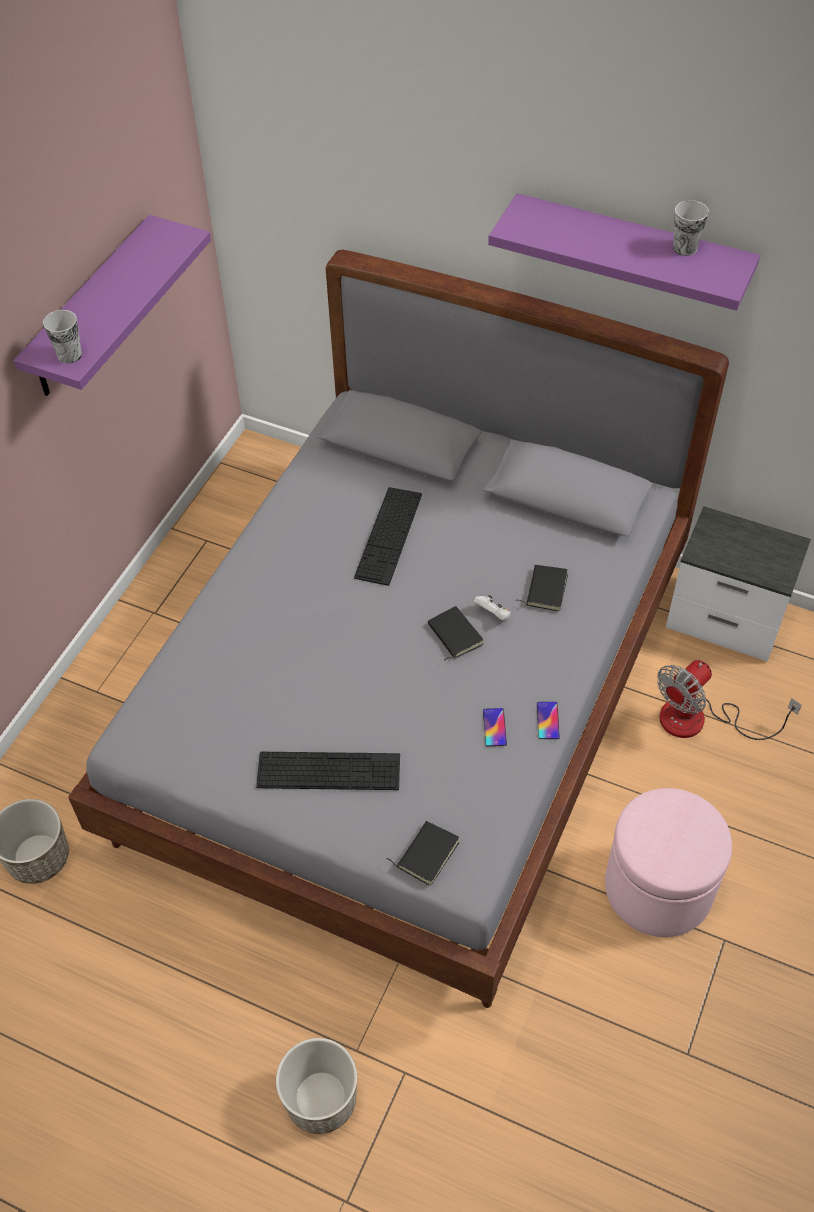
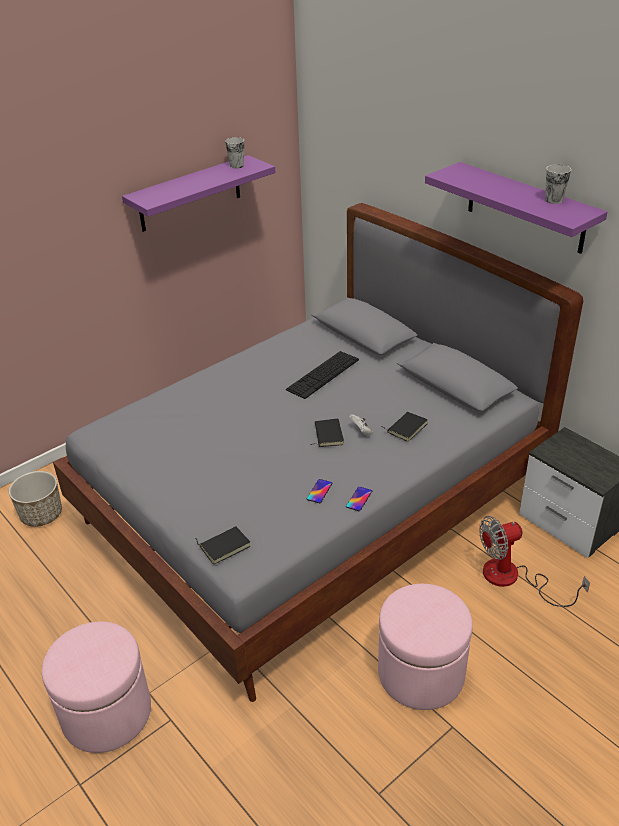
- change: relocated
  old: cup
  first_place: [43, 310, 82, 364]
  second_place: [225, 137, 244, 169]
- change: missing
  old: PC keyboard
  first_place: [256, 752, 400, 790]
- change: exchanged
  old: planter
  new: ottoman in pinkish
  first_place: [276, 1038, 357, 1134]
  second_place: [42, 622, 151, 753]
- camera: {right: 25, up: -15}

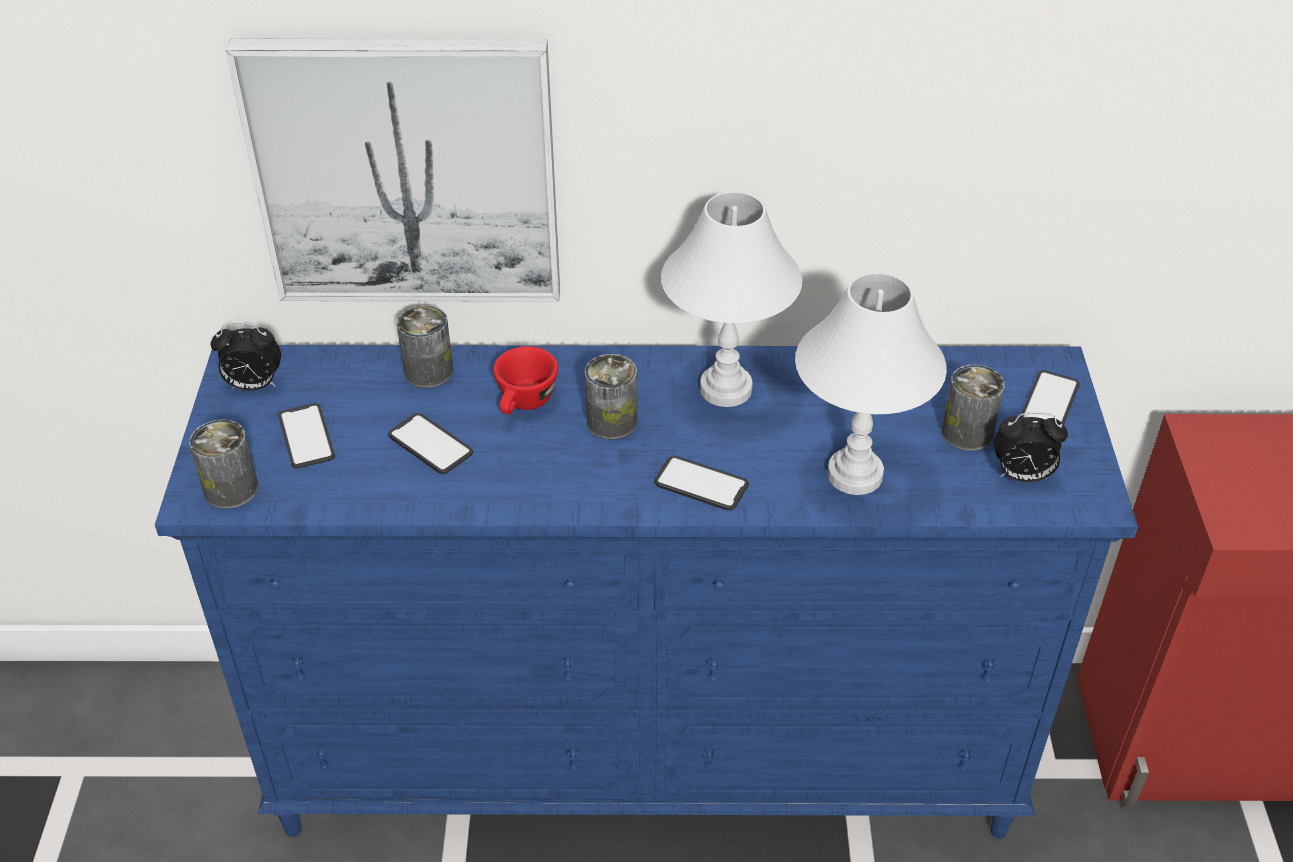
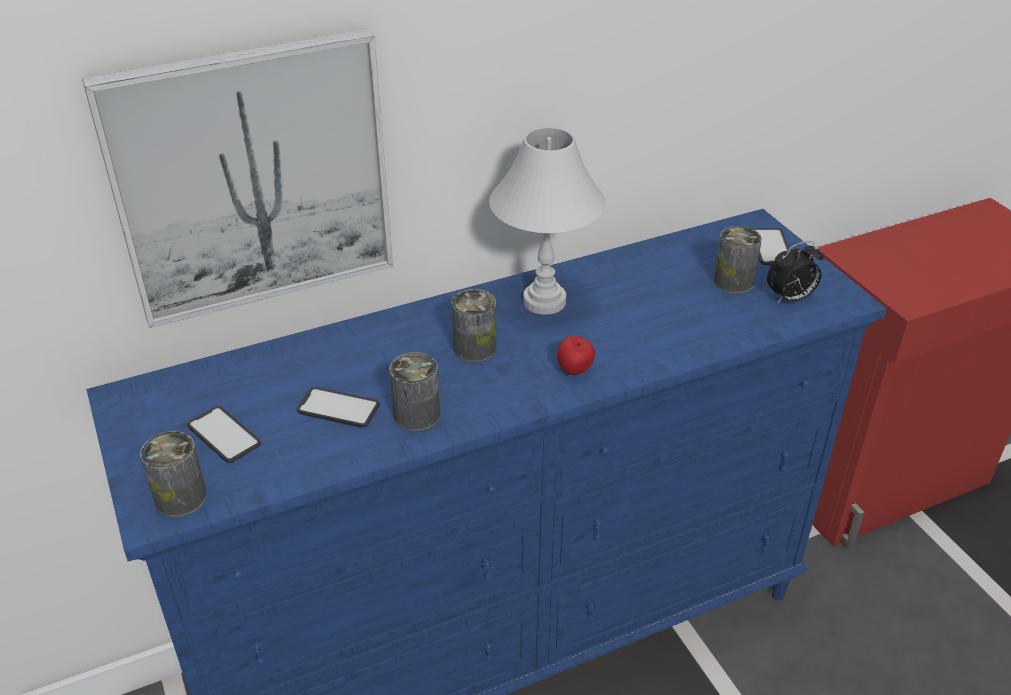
- change: missing
  old: table clock
  first_place: [210, 323, 281, 391]
- change: relocated
  old: sealed can
  first_place: [397, 305, 453, 388]
  second_place: [389, 352, 440, 431]
- change: missing
  old: cup in red-coloured
  first_place: [493, 346, 558, 415]
- change: exchanged
  old: phone
  new: whole apple
  first_place: [654, 456, 749, 510]
  second_place: [557, 336, 595, 375]
- change: missing
  old: table lamp in white-coloured
  first_place: [795, 273, 947, 495]
- camera: {right: -25, up: -5}

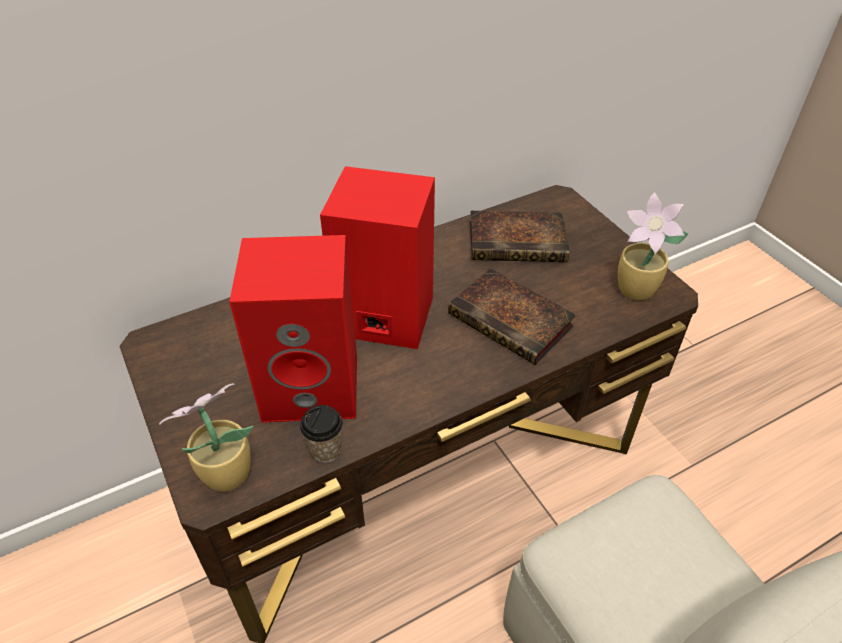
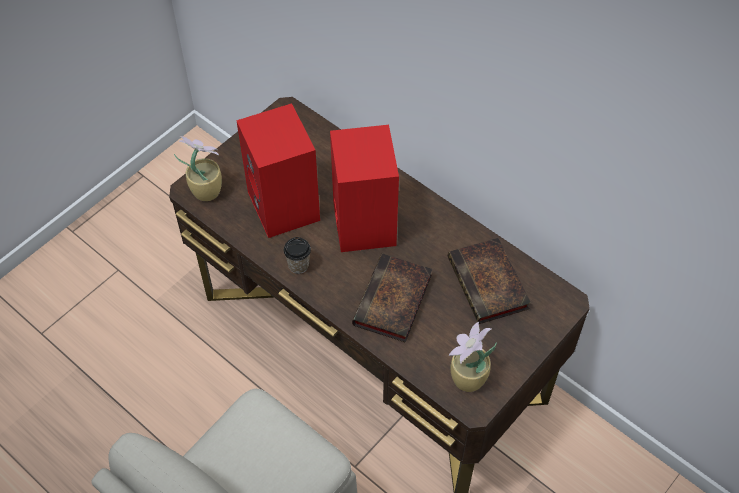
- change: relocated
  old: cup
  first_place: [300, 405, 343, 463]
  second_place: [284, 237, 311, 274]
- camera: {right: 70, up: 10}

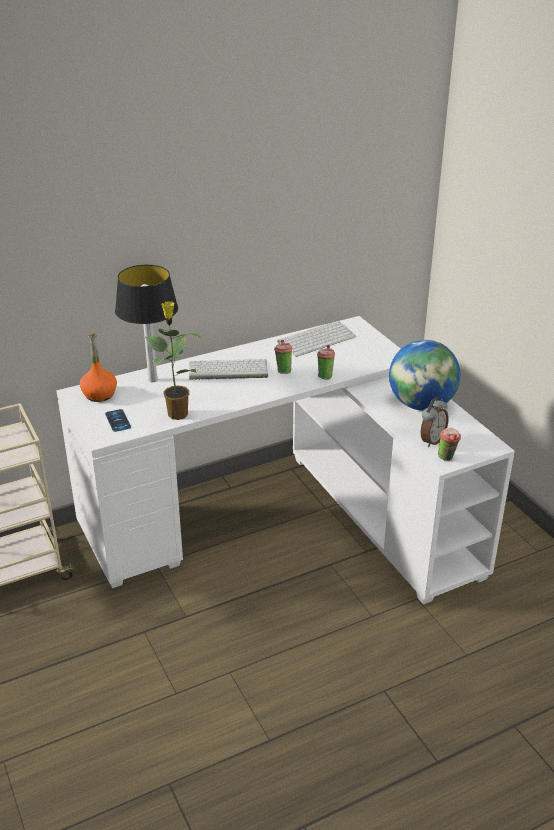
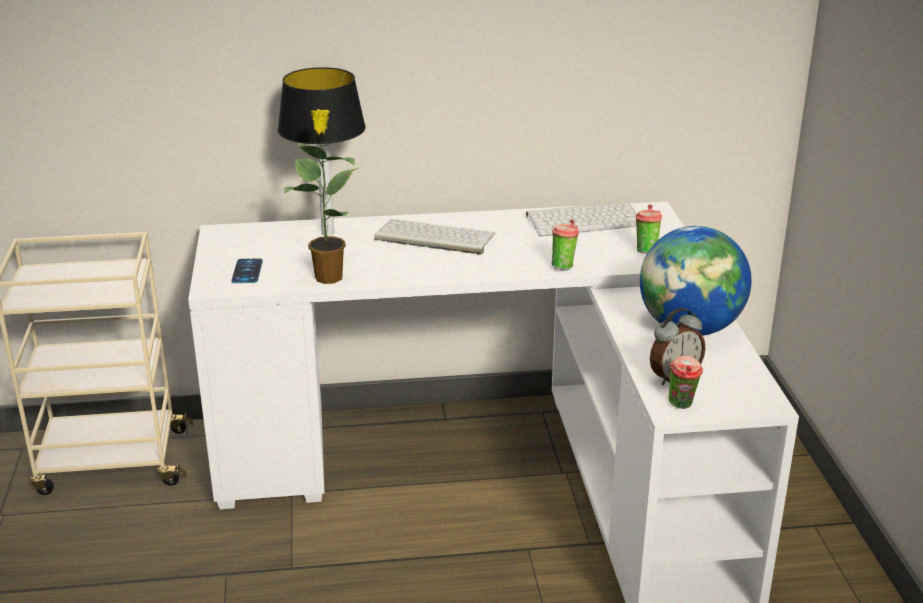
- change: missing
  old: bottle in orangey
  first_place: [80, 332, 117, 402]
- change: relocated
  old: cup
  first_place: [274, 340, 292, 374]
  second_place: [636, 204, 662, 254]
- camera: {right: 20, up: -5}

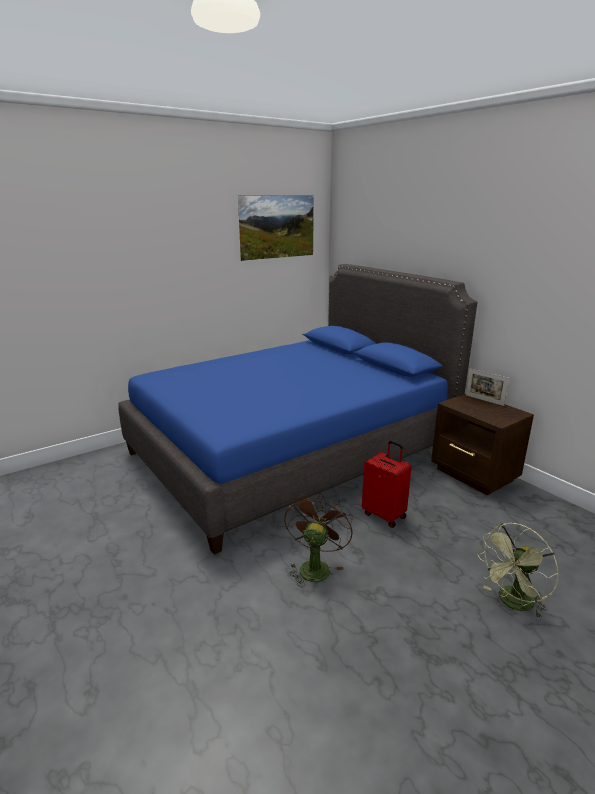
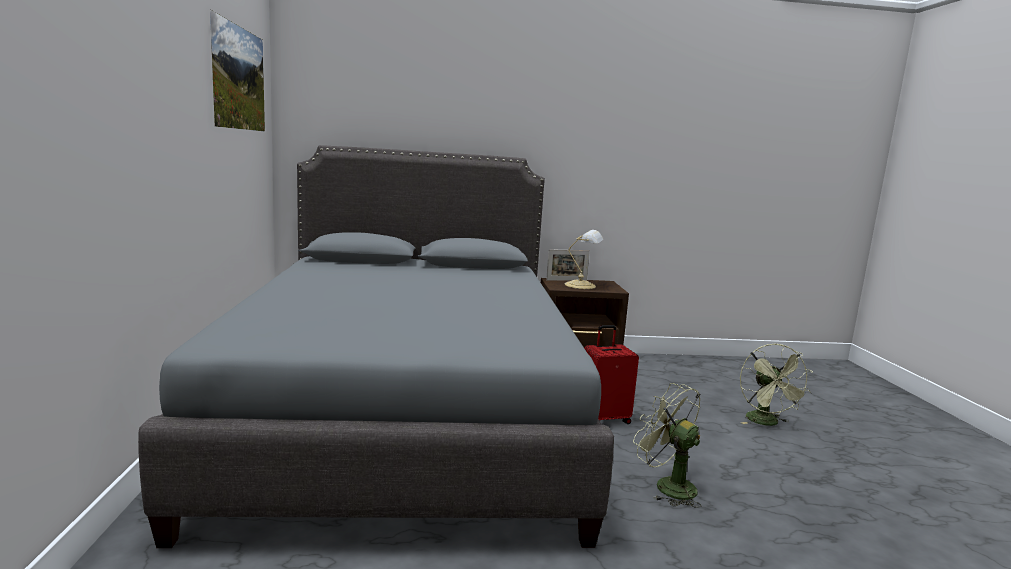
- change: colour
  old: bed in blue
  new: bed in gray
  first_place: [118, 264, 478, 555]
  second_place: [138, 145, 614, 548]
- change: colour
  old: electric fan in brown
  new: electric fan in green
  first_place: [284, 493, 353, 587]
  second_place: [633, 383, 701, 508]
- change: appeared
  new: table lamp
  second_place: [565, 230, 603, 289]
- camera: {right: -60, up: -10}

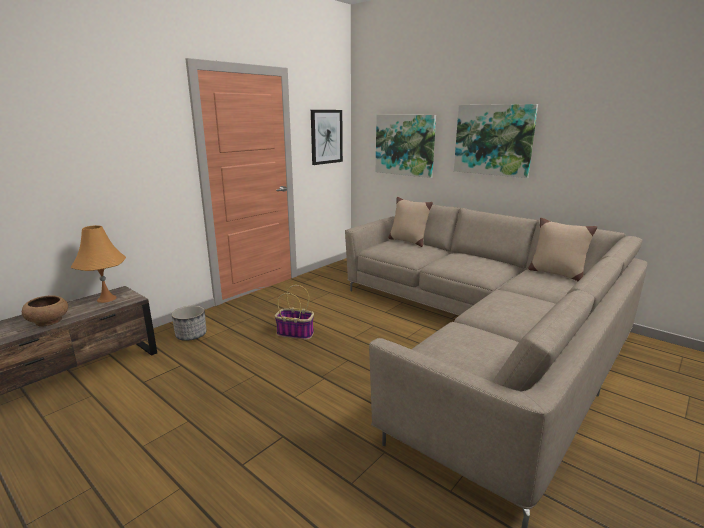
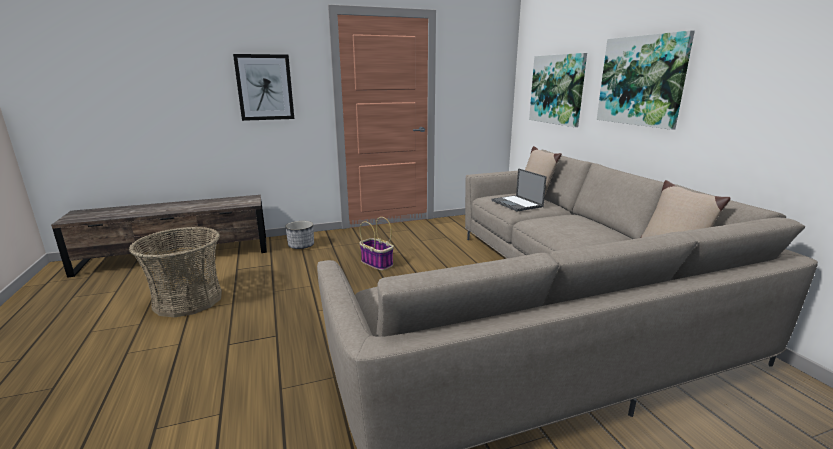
- change: missing
  old: deep dish in brown
  first_place: [22, 295, 68, 327]
- change: missing
  old: table lamp in orangey
  first_place: [71, 225, 126, 303]
- change: relocated
  old: wall picture
  first_place: [311, 110, 343, 165]
  second_place: [233, 54, 294, 121]
- change: appeared
  new: household basket
  second_place: [129, 227, 222, 317]
- change: appeared
  new: portable computer
  second_place: [491, 168, 547, 212]
- camera: {right: 30, up: 0}

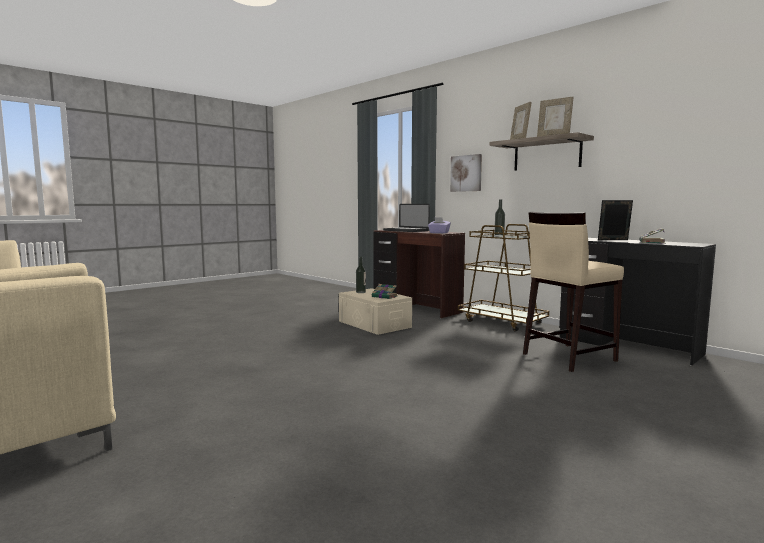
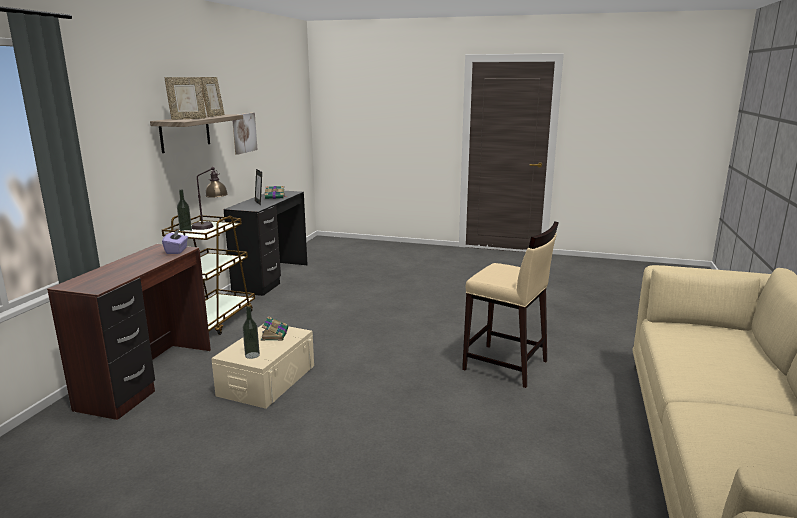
- change: missing
  old: portable computer
  first_place: [383, 204, 430, 232]
- change: relocated
  old: wall picture
  first_place: [450, 154, 482, 192]
  second_place: [233, 113, 258, 154]
- change: relocated
  old: stool seat in beige
  first_place: [523, 212, 624, 372]
  second_place: [462, 221, 559, 388]
- change: appeared
  new: table lamp
  second_place: [192, 167, 228, 230]
- camera: {right: -120, up: 10}

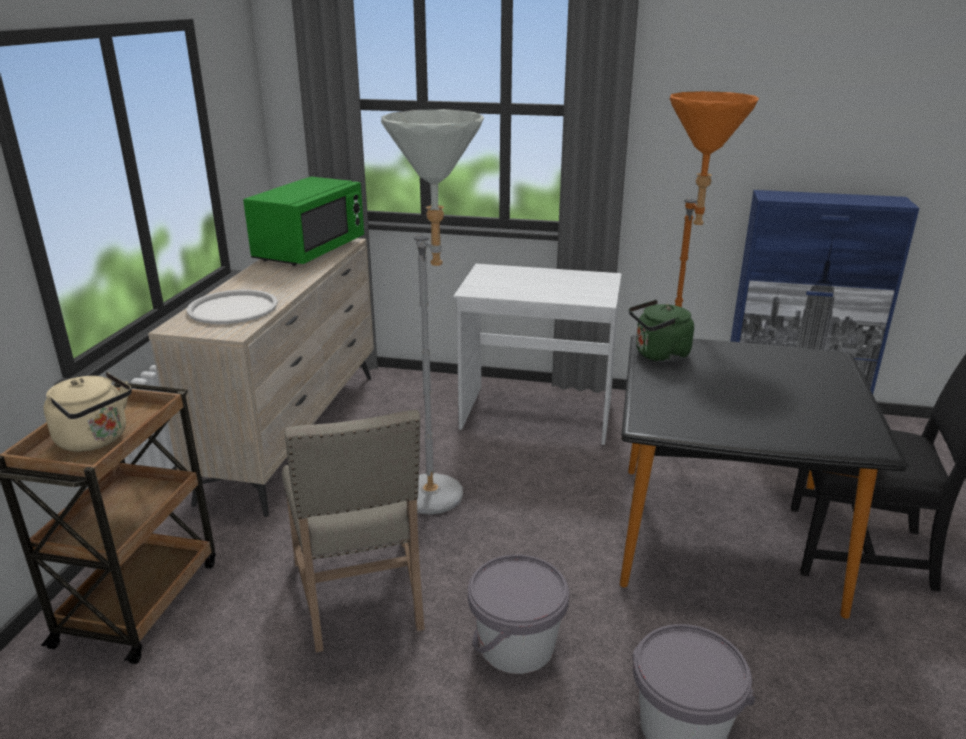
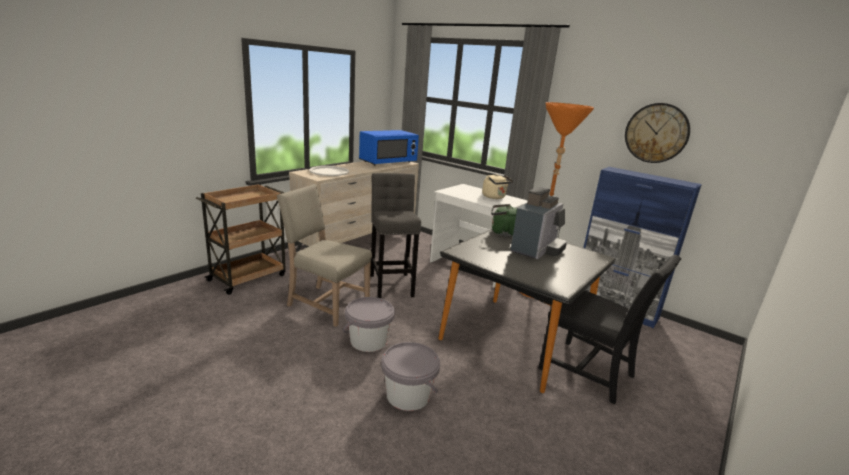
- change: relocated
  old: kettle in beige
  first_place: [44, 372, 132, 452]
  second_place: [482, 174, 513, 199]
- change: colour
  old: microwave oven in green
  new: microwave oven in blue
  first_place: [243, 177, 364, 266]
  second_place: [359, 130, 419, 165]
- change: spun
  old: chair in beige
  first_place: [282, 410, 425, 652]
  second_place: [277, 184, 372, 327]
  degrees: 105
- change: exchanged
  old: floor lamp in gray
  new: stool seat in gray
  first_place: [381, 109, 484, 515]
  second_place: [370, 173, 421, 298]
- change: appeared
  new: coffee brewer
  second_place: [510, 187, 567, 259]
- change: appeared
  new: wall clock
  second_place: [625, 103, 690, 163]
- camera: {right: 25, up: -5}

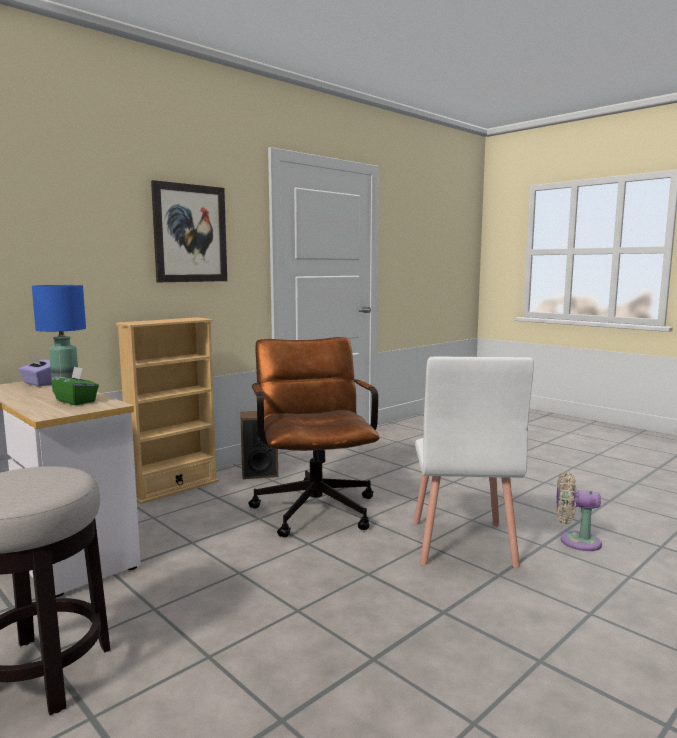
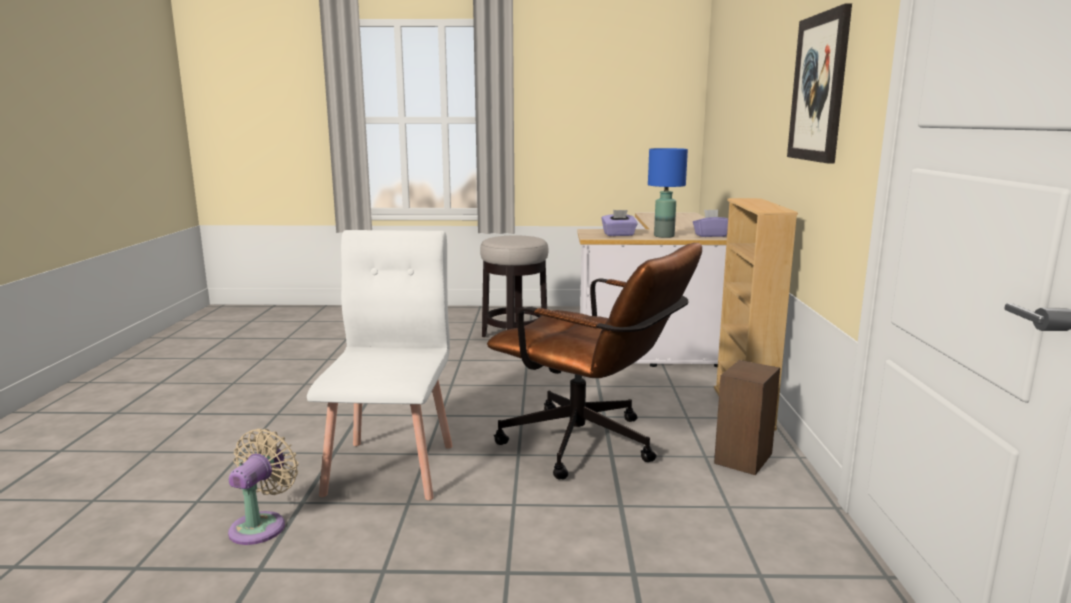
- change: colour
  old: tissue box in green
  new: tissue box in purple
  first_place: [51, 366, 99, 405]
  second_place: [601, 210, 638, 236]
- change: spun
  old: chair in white-coloured
  first_place: [413, 357, 534, 568]
  second_place: [307, 230, 453, 500]
  degrees: 45
- change: spun
  old: electric fan in beige
  first_place: [556, 472, 602, 551]
  second_place: [228, 429, 298, 545]
  degrees: -45
- camera: {right: 135, up: 5}

